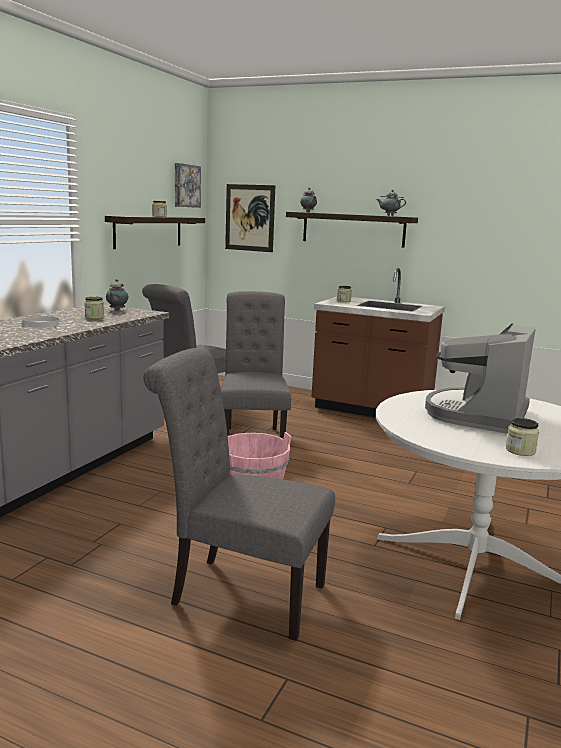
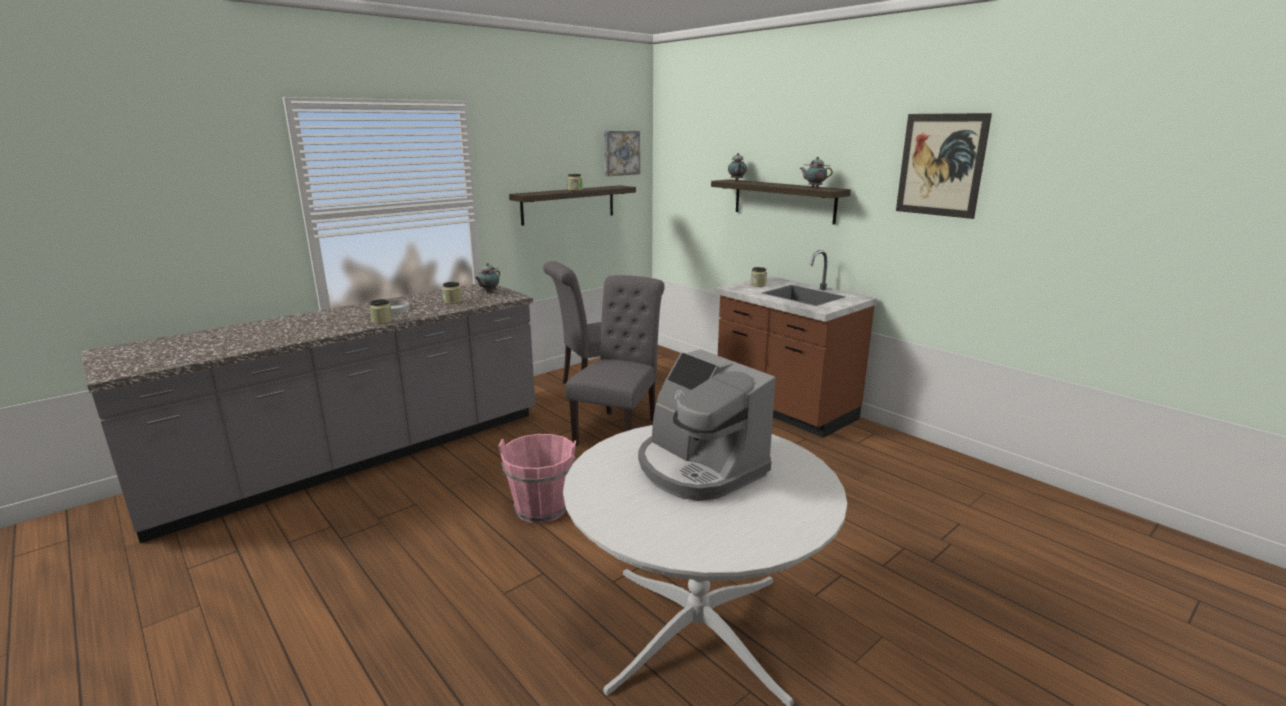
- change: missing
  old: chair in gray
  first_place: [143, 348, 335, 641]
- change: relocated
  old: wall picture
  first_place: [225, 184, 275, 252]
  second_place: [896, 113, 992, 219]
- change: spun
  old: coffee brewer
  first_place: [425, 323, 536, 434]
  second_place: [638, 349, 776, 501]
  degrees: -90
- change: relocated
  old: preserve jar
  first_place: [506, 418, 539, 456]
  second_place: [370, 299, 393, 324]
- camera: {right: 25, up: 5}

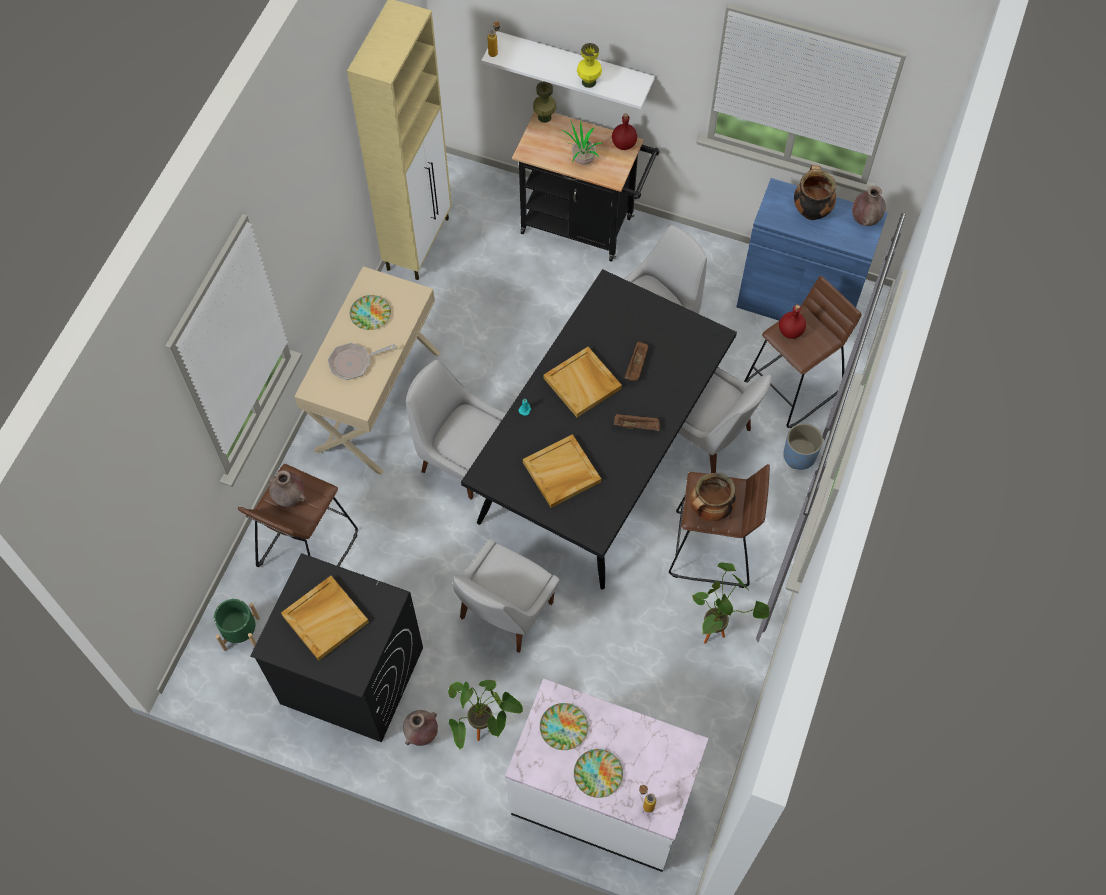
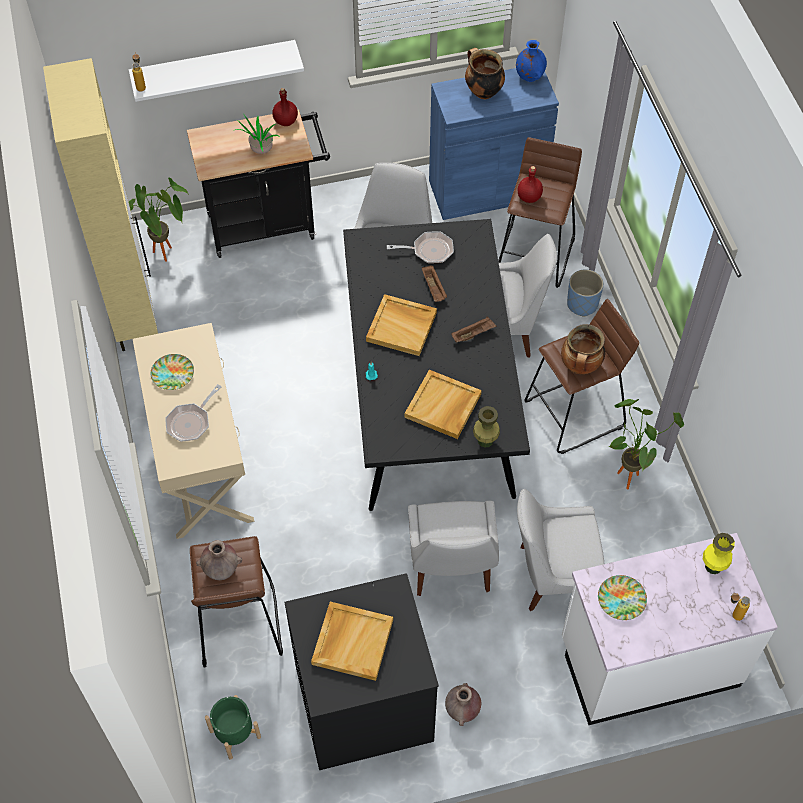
- change: relocated
  old: chair in white-coloured
  first_place: [406, 360, 506, 500]
  second_place: [517, 489, 604, 611]
- change: relocated
  old: plant in a pot
  first_place: [448, 680, 523, 749]
  second_place: [129, 178, 189, 262]
- change: relocated
  old: decorative vase in green
  first_place: [533, 82, 556, 123]
  second_place: [473, 406, 500, 448]
- change: missing
  old: plate
  first_place: [574, 749, 623, 798]
- change: relocated
  old: decorative vase in yellowish
  first_place: [577, 43, 602, 88]
  second_place: [703, 533, 735, 574]
- change: colour
  old: decorative vase in brown
  new: decorative vase in blue
  first_place: [852, 186, 886, 226]
  second_place: [516, 40, 547, 82]
- change: appeared
  new: frying pan
  second_place: [387, 231, 454, 263]
- camera: {right: -35, up: -5}

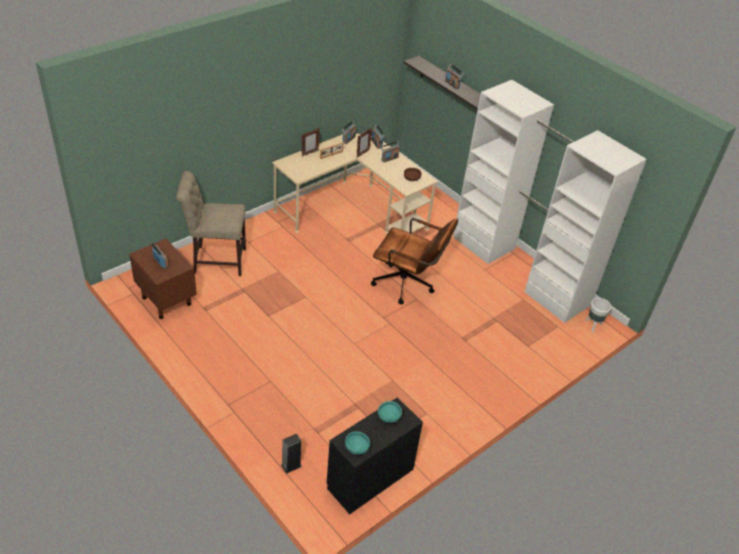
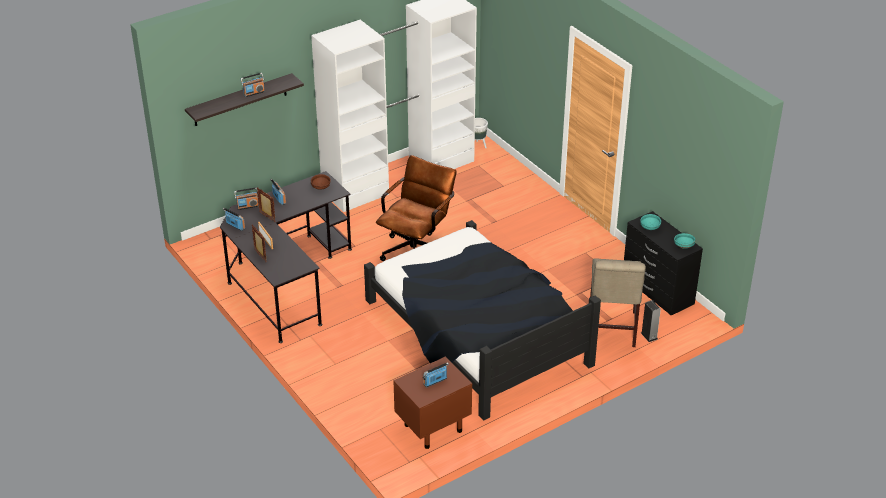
- change: relocated
  old: chair in beige
  first_place: [176, 171, 246, 276]
  second_place: [590, 259, 646, 347]
- change: colour
  old: desk in beige
  new: desk in blackish
  first_place: [272, 134, 438, 234]
  second_place: [220, 171, 352, 343]
- change: appeared
  new: bed in blackish
  second_place: [364, 220, 601, 420]
- camera: {right: -80, up: -5}

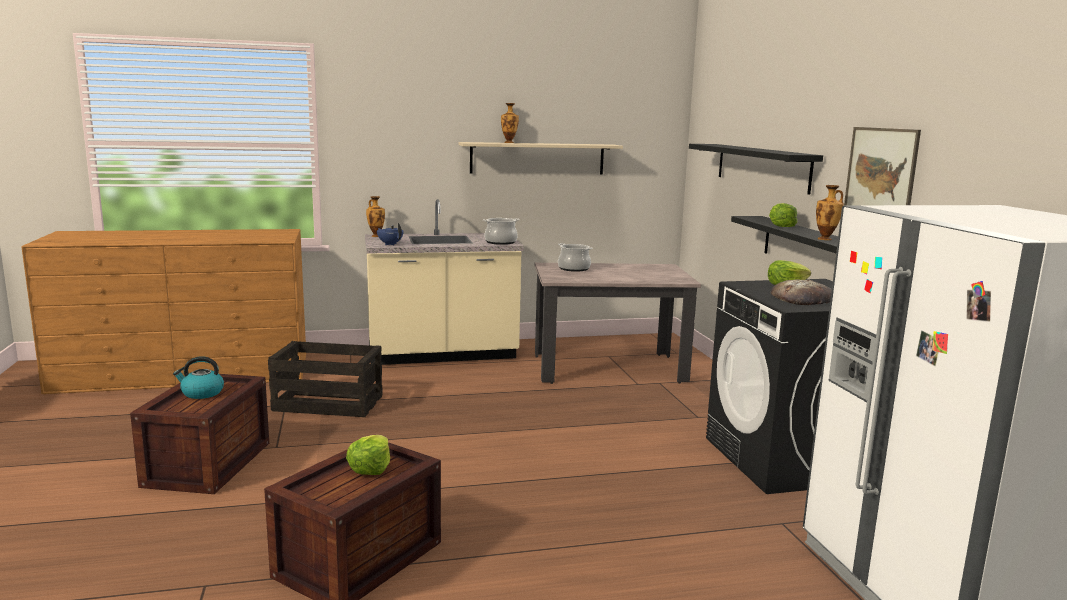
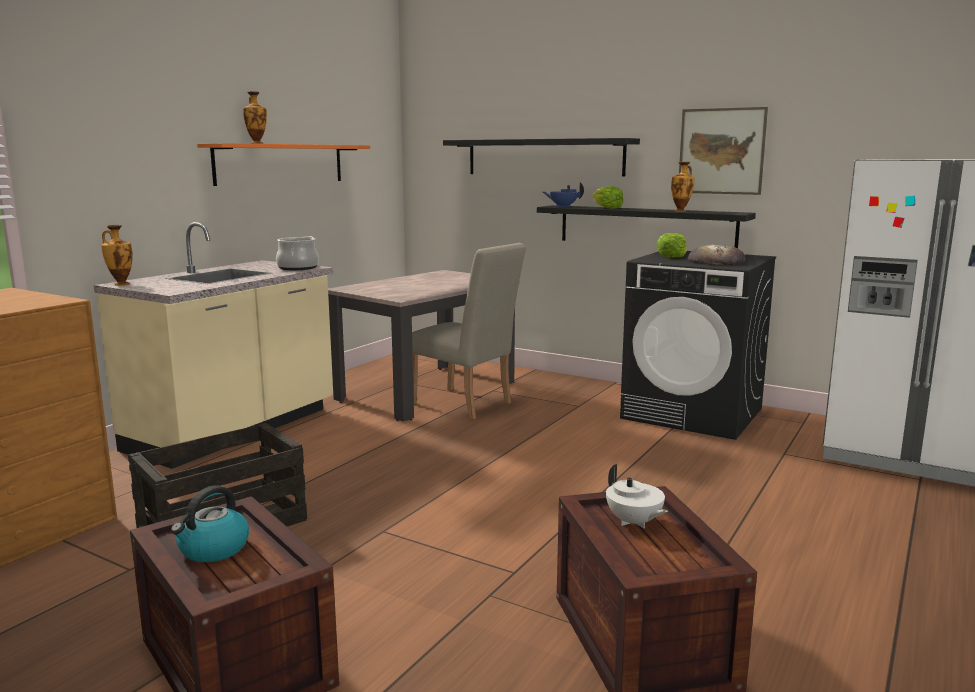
- change: exchanged
  old: lettuce head
  new: teapot in white-coloured
  first_place: [346, 435, 390, 475]
  second_place: [606, 464, 668, 528]
- change: relocated
  old: teapot in blue
  first_place: [377, 223, 404, 245]
  second_place: [543, 182, 584, 207]
- change: colour
  old: bracket shelf in beige
  new: bracket shelf in orangey
  first_place: [458, 142, 623, 174]
  second_place: [197, 143, 370, 186]
- change: missing
  old: saucepot
  first_place: [558, 243, 592, 272]
- change: appeared
  new: chair in beige
  second_place: [412, 243, 526, 420]
- camera: {right: -45, up: 0}

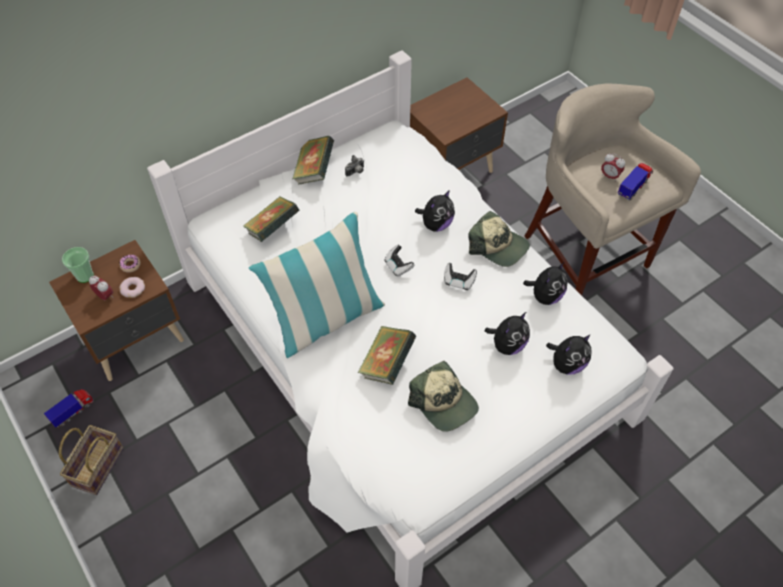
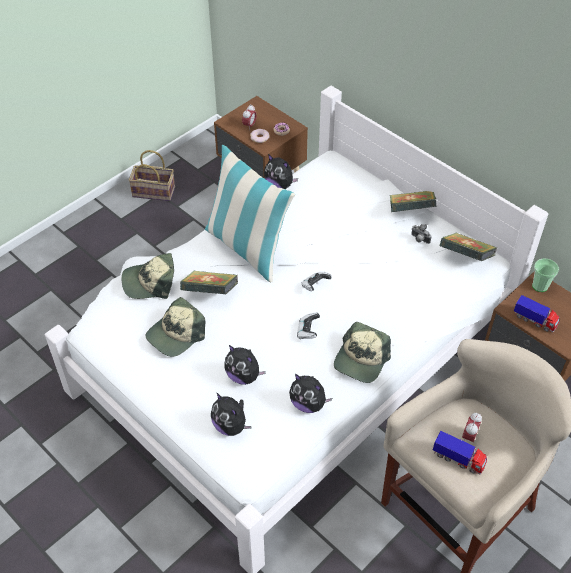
- change: relocated
  old: toy lorry
  first_place: [44, 389, 94, 428]
  second_place: [514, 295, 559, 332]
- change: relocated
  old: cup
  first_place: [62, 247, 94, 283]
  second_place: [532, 258, 559, 292]
- change: relocated
  old: volume
  first_place: [243, 196, 300, 242]
  second_place: [440, 233, 497, 261]
- change: relocated
  old: cuddly toy
  first_place: [415, 190, 455, 232]
  second_place: [264, 154, 298, 189]
- change: appeared
  new: cap
  second_place: [122, 253, 174, 299]
- camera: {right: 80, up: -5}

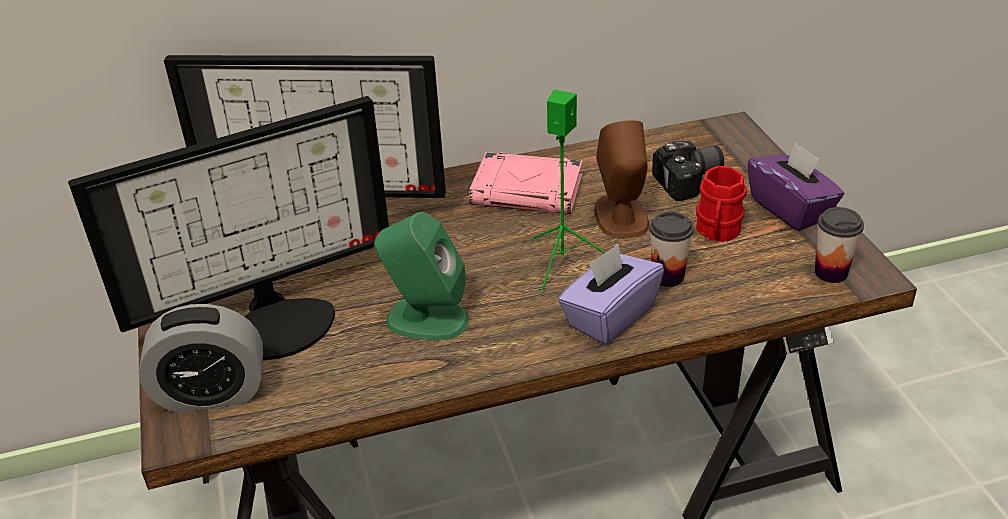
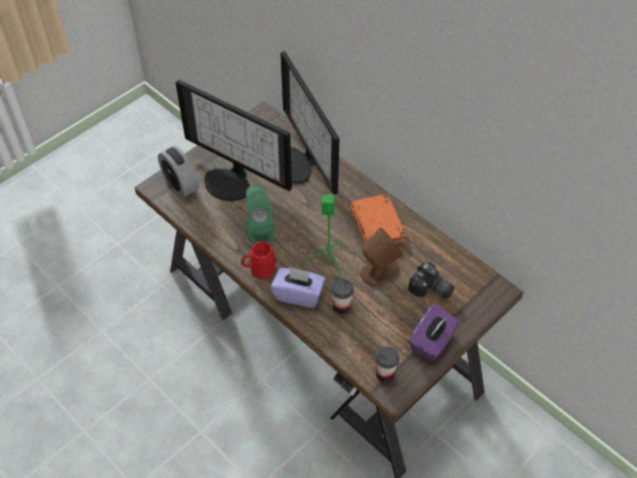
- change: colour
  old: volume in pinkish
  new: volume in orangey
  first_place: [469, 152, 583, 214]
  second_place: [350, 193, 406, 244]
- change: relocated
  old: tea mug in red-coloured
  first_place: [696, 166, 747, 242]
  second_place: [241, 241, 276, 279]
- camera: {right: 60, up: 15}

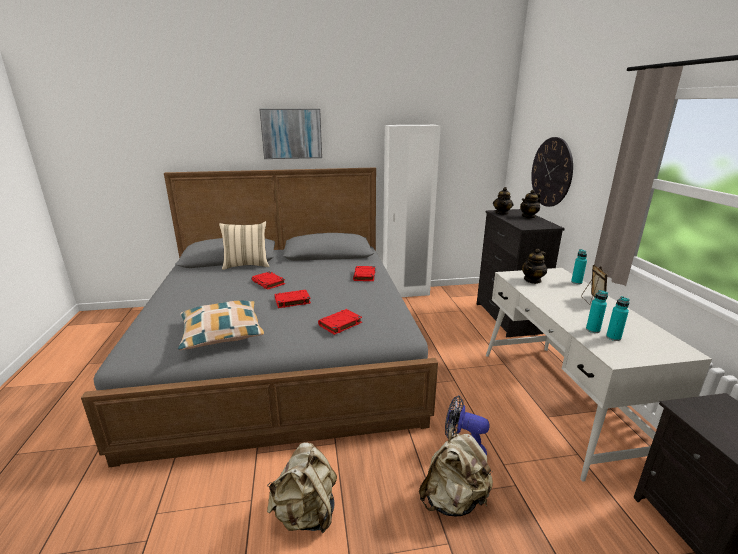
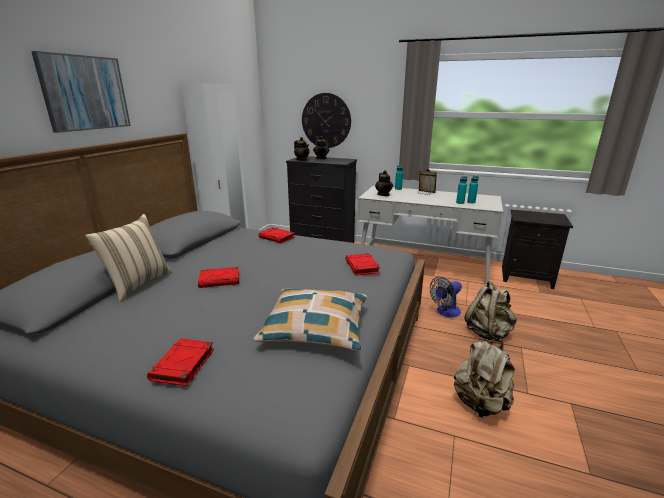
- change: relocated
  old: volume in red-coloured
  first_place: [275, 290, 311, 308]
  second_place: [147, 338, 214, 386]
- camera: {right: -60, up: 0}

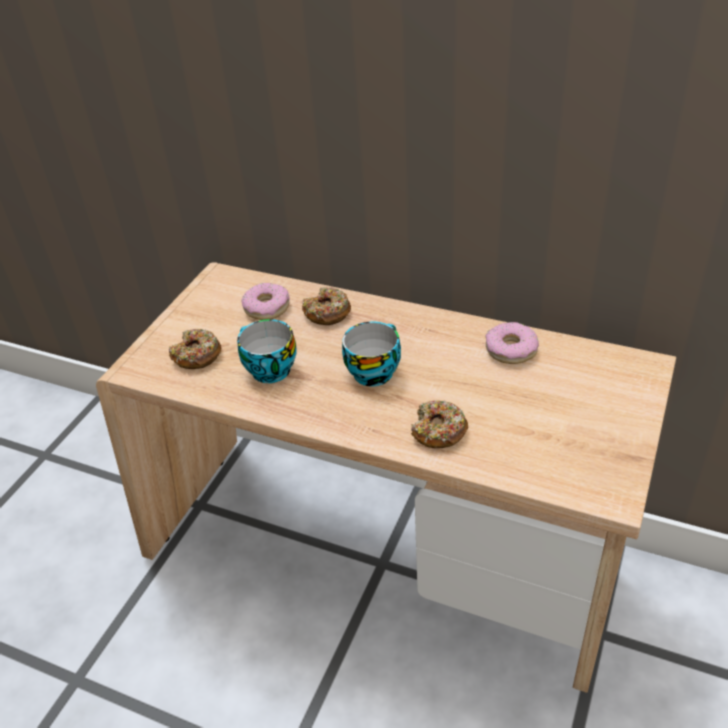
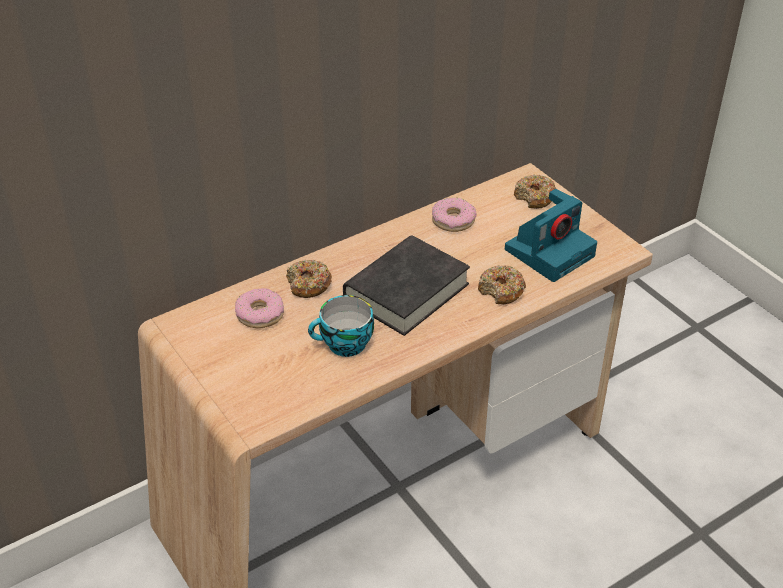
- change: relocated
  old: ring doughnut
  first_place: [169, 329, 221, 369]
  second_place: [514, 175, 556, 209]
- change: exchanged
  old: cup
  new: volume in blackish
  first_place: [342, 322, 401, 387]
  second_place: [343, 236, 470, 336]
- change: appeared
  new: photo camera
  second_place: [505, 189, 597, 282]
- camera: {right: -60, up: 0}

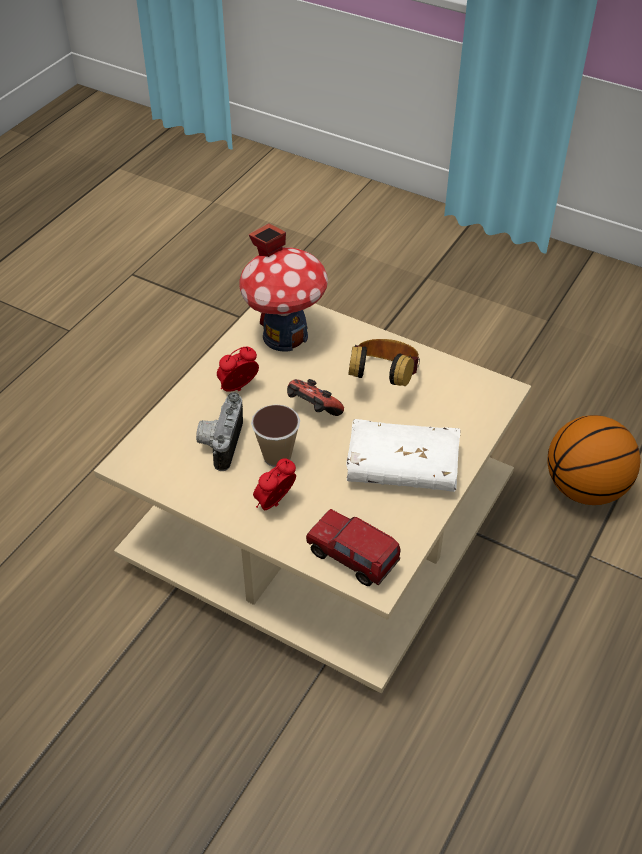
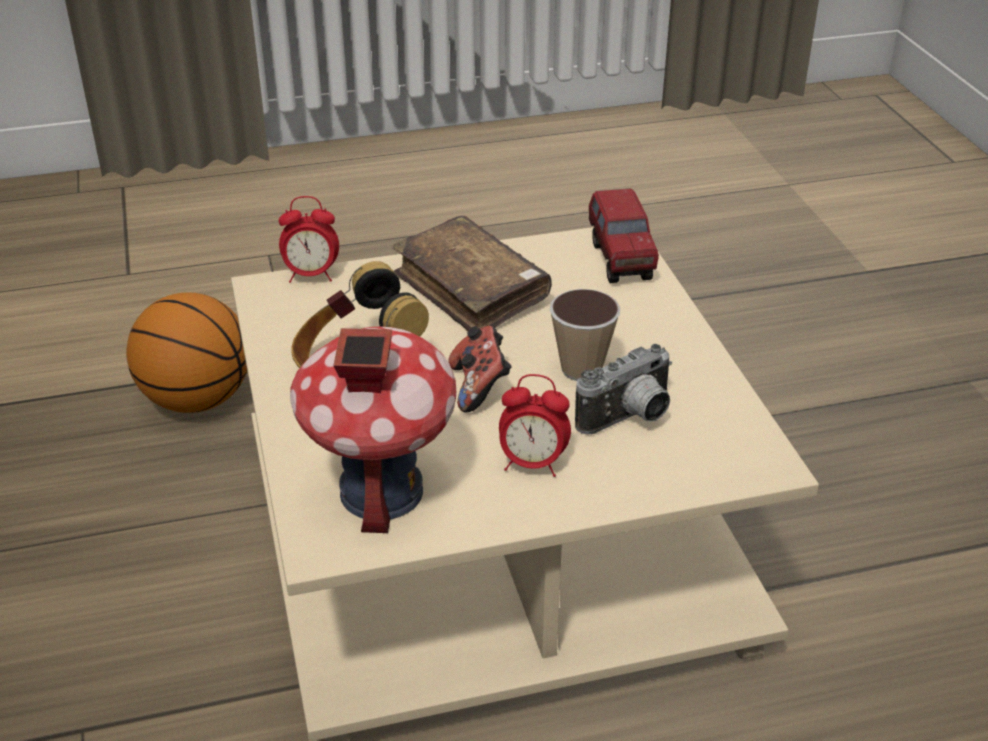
- change: relocated
  old: table clock
  first_place: [253, 458, 296, 510]
  second_place: [279, 196, 339, 283]
- change: colour
  old: volume in white-coloured
  new: volume in brown
  first_place: [346, 419, 460, 492]
  second_place: [392, 216, 552, 331]
- camera: {right: -135, up: -10}

